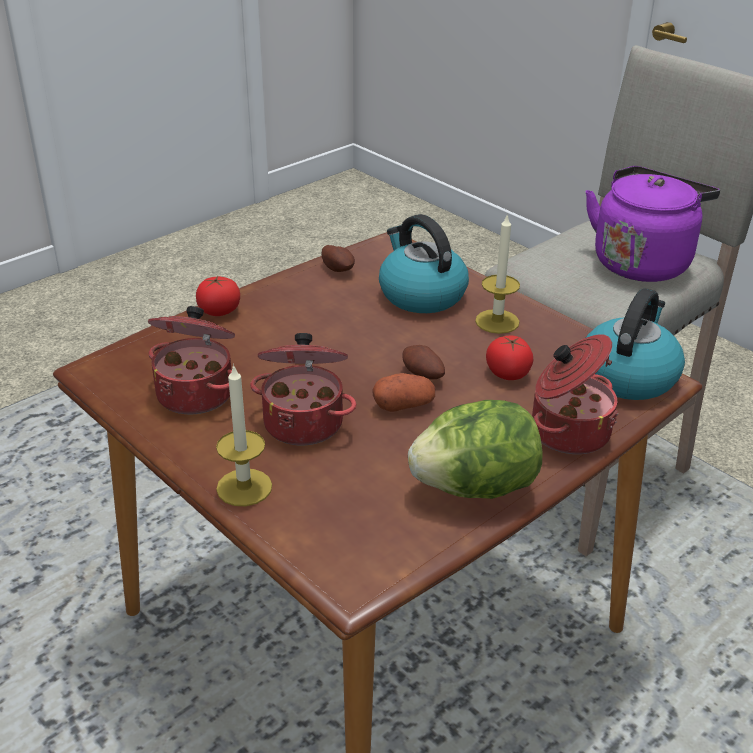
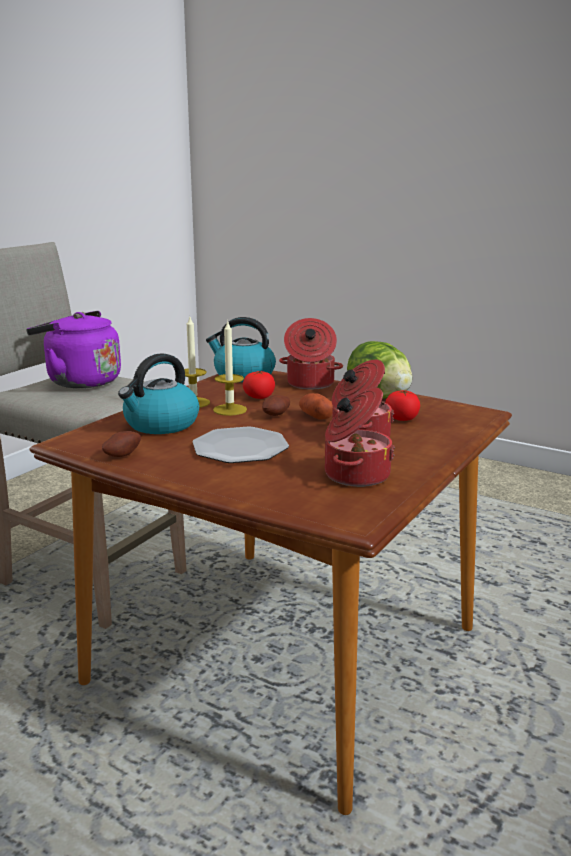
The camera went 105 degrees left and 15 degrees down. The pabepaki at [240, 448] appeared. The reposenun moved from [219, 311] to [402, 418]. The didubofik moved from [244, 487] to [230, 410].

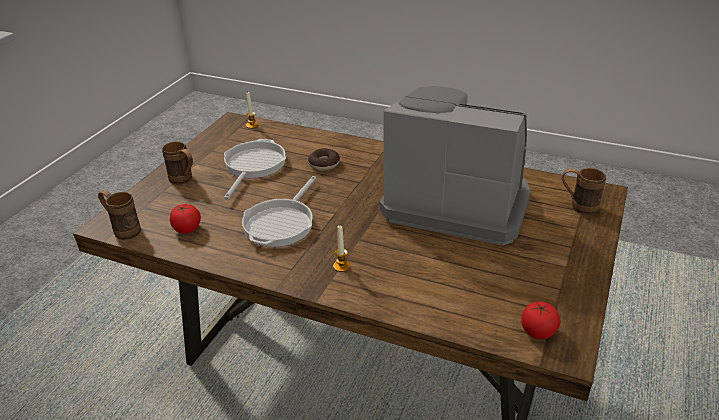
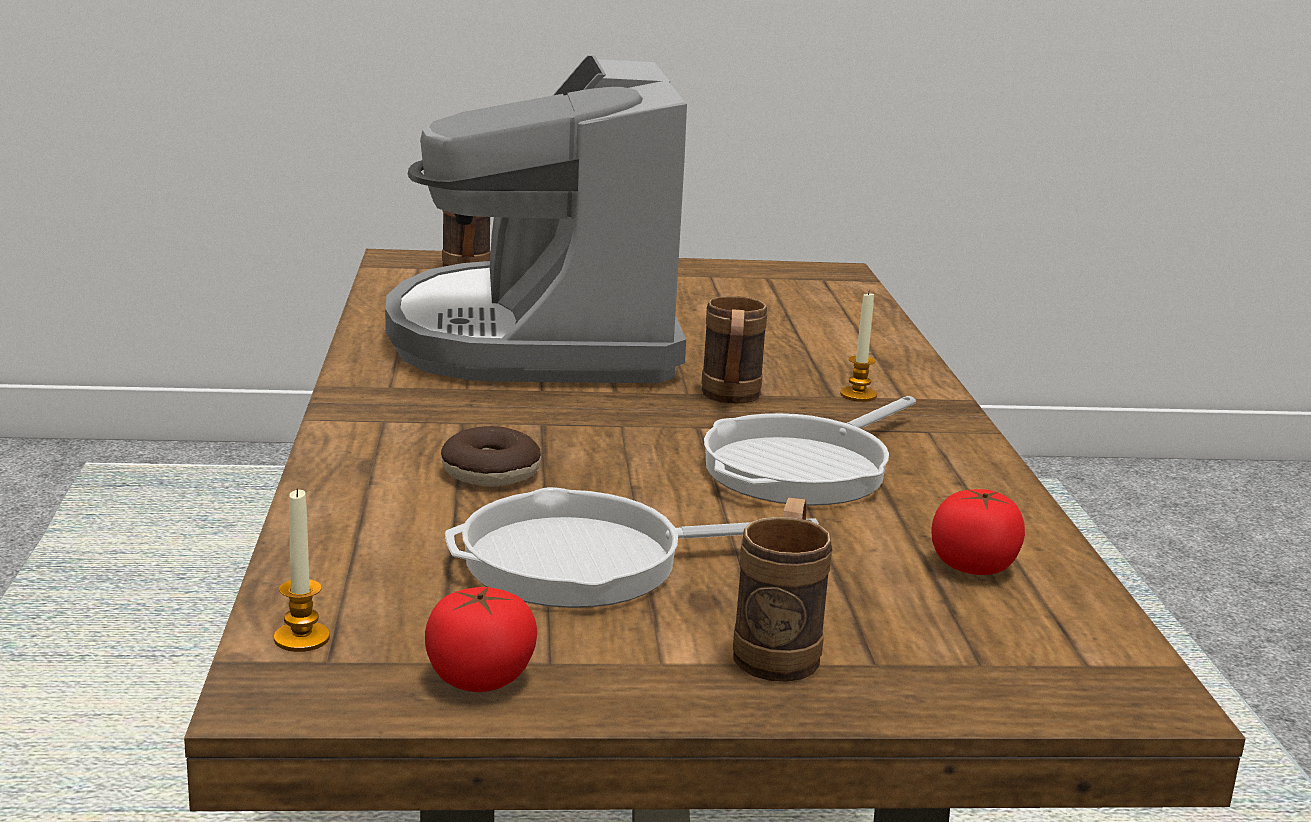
The camera went 120 degrees left and 15 degrees down. The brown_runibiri moved from [123, 230] to [730, 399]. The reposenun moved from [538, 331] to [479, 679]. The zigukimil at [281, 223] turned 135 degrees clockwise.

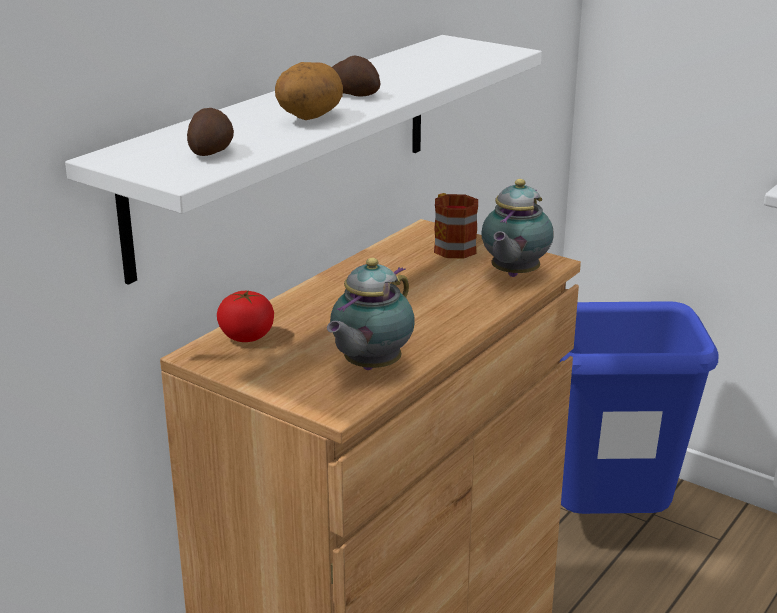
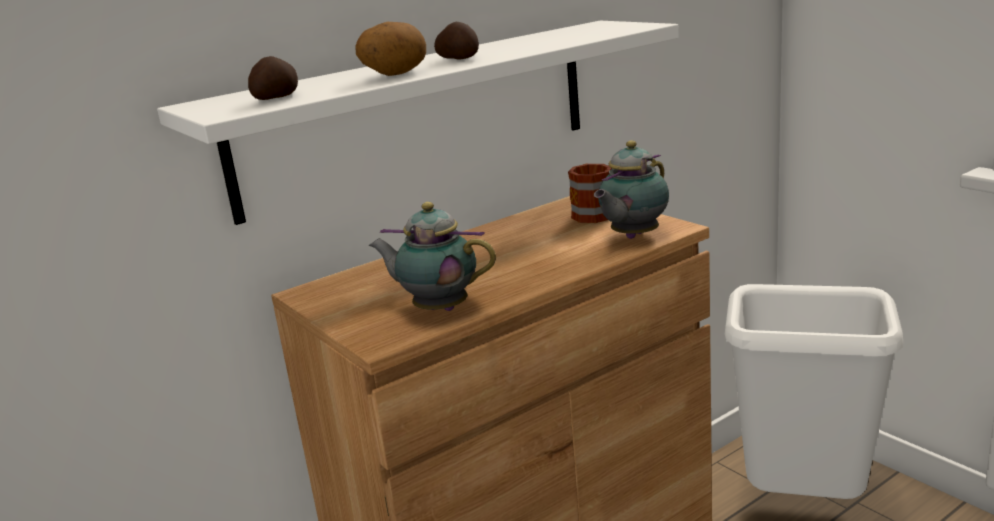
The camera went 20 degrees right and 5 degrees down. The reposenun at [246, 336] disappeared. The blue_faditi at [607, 524] became the white_faditi at [805, 507]. The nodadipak at [369, 367] turned 60 degrees clockwise.

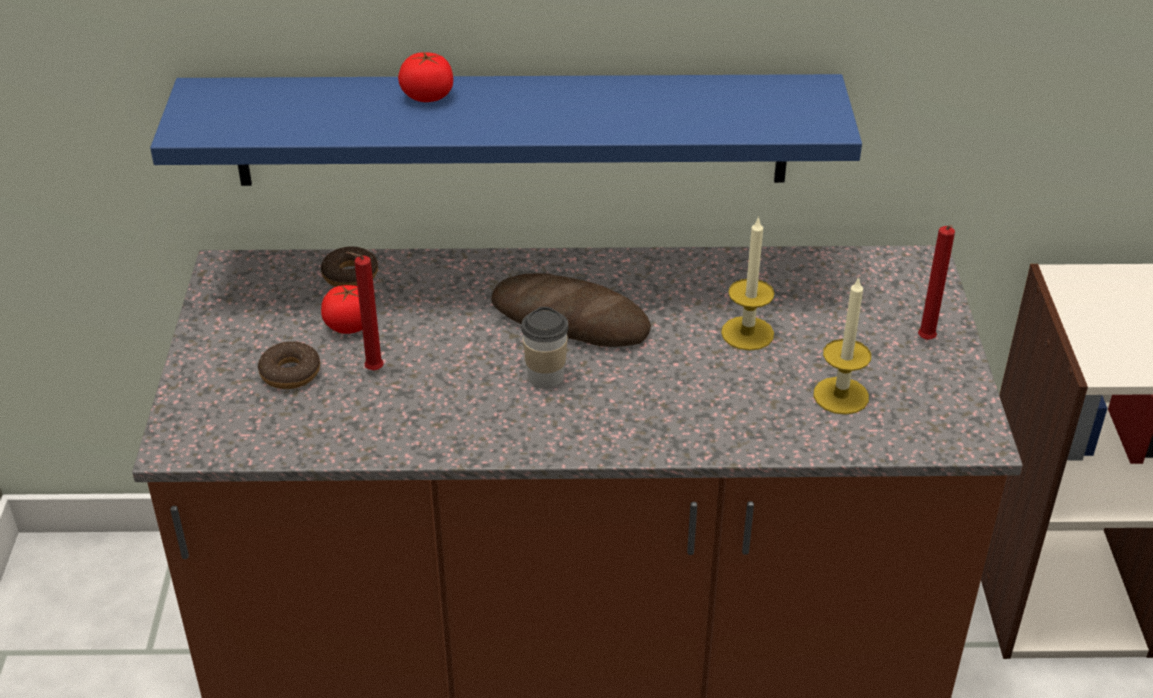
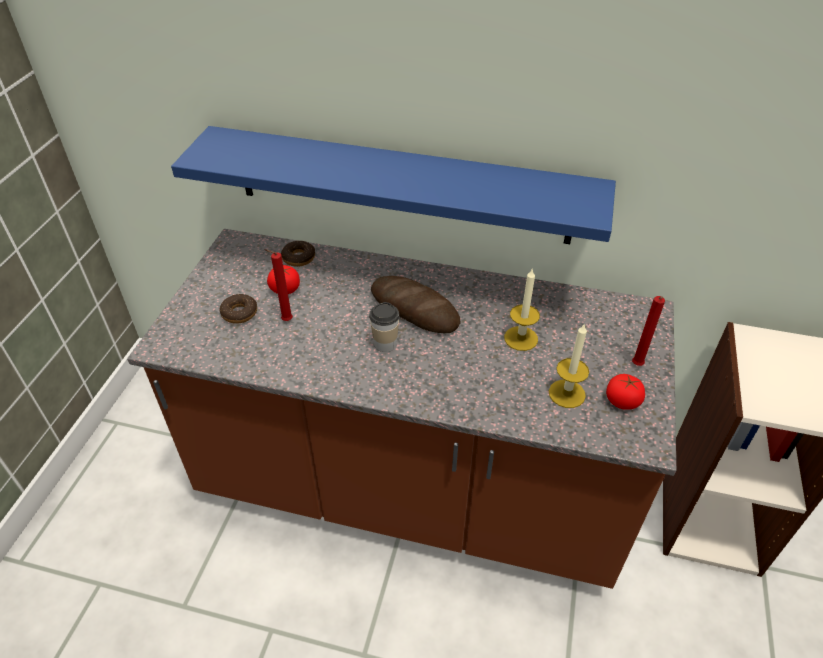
The camera went 15 degrees right and 5 degrees up. The reposenun moved from [427, 96] to [622, 401].

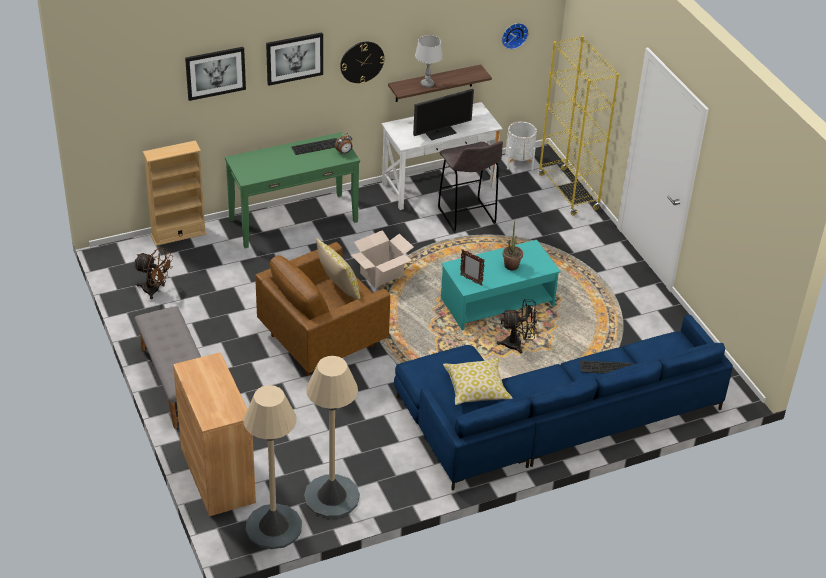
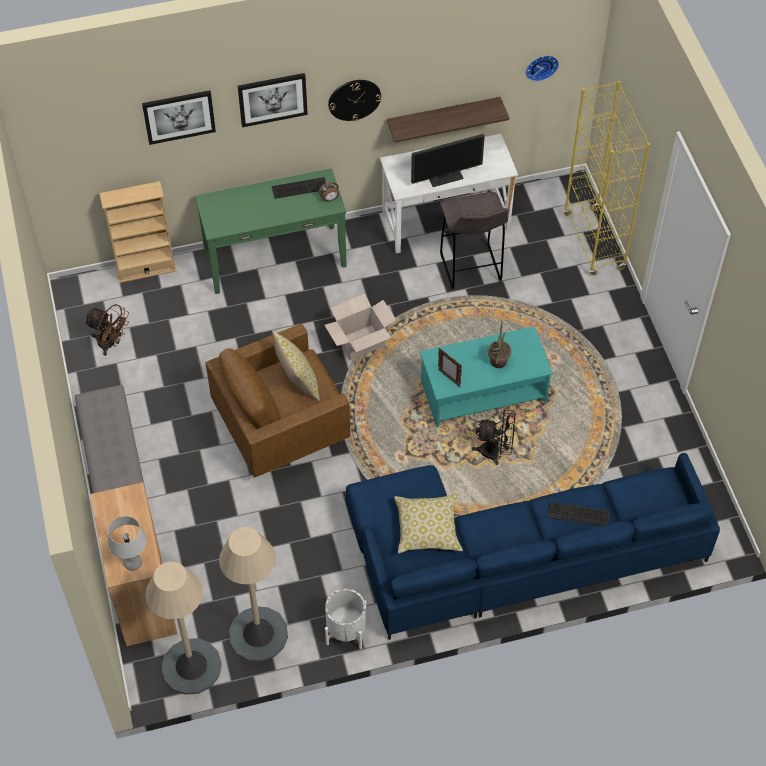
The camera went 10 degrees right and 15 degrees up. The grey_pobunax moved from [427, 84] to [133, 563]. The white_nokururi moved from [519, 162] to [346, 630].

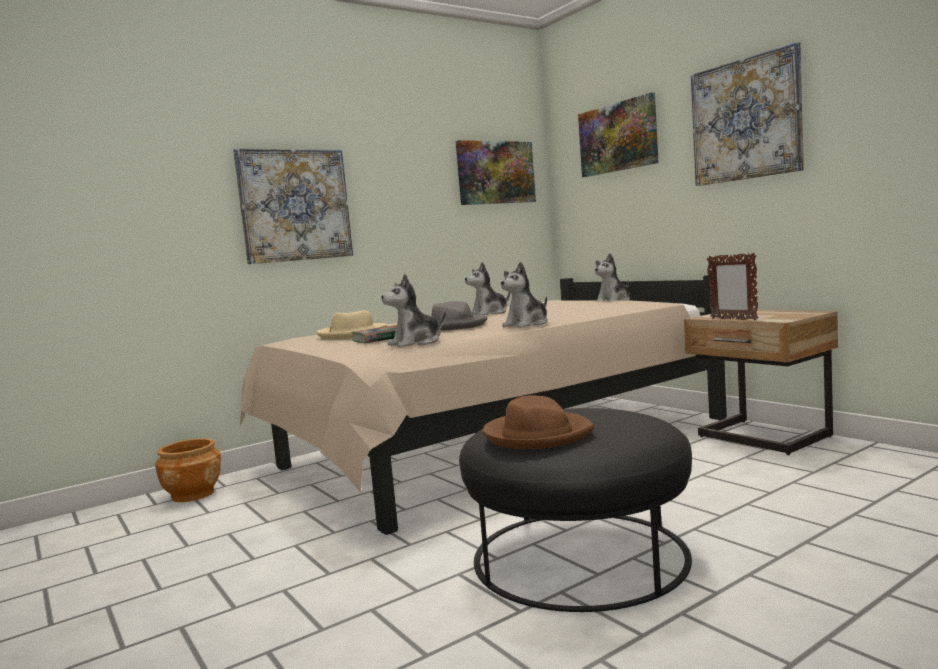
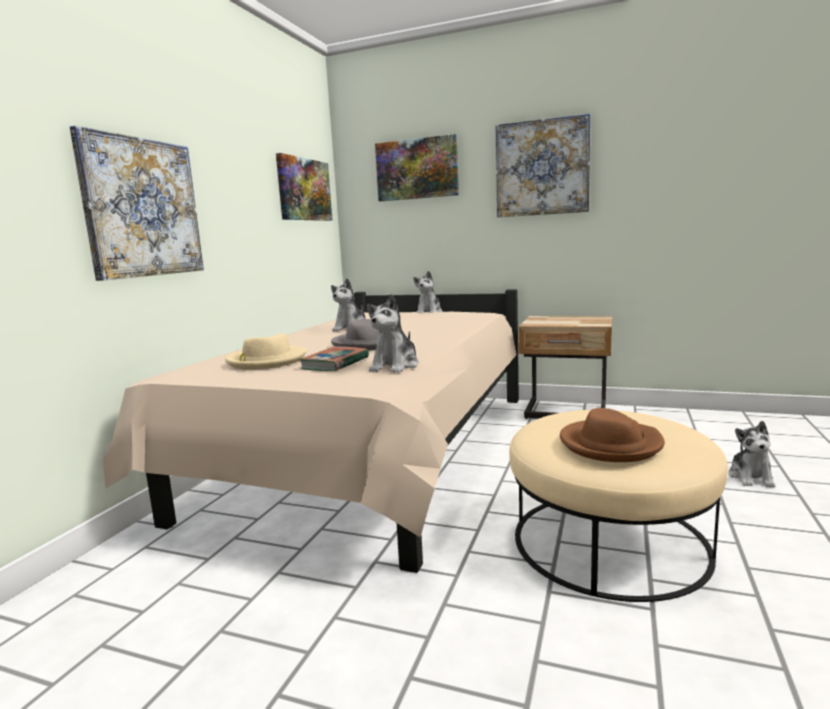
The camera went 35 degrees left and 5 degrees up. The brown_nokururi at [192, 495] disappeared. The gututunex at [733, 319] disappeared. The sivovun moved from [527, 324] to [751, 477]. The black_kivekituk at [579, 555] became the beige_kivekituk at [609, 541].

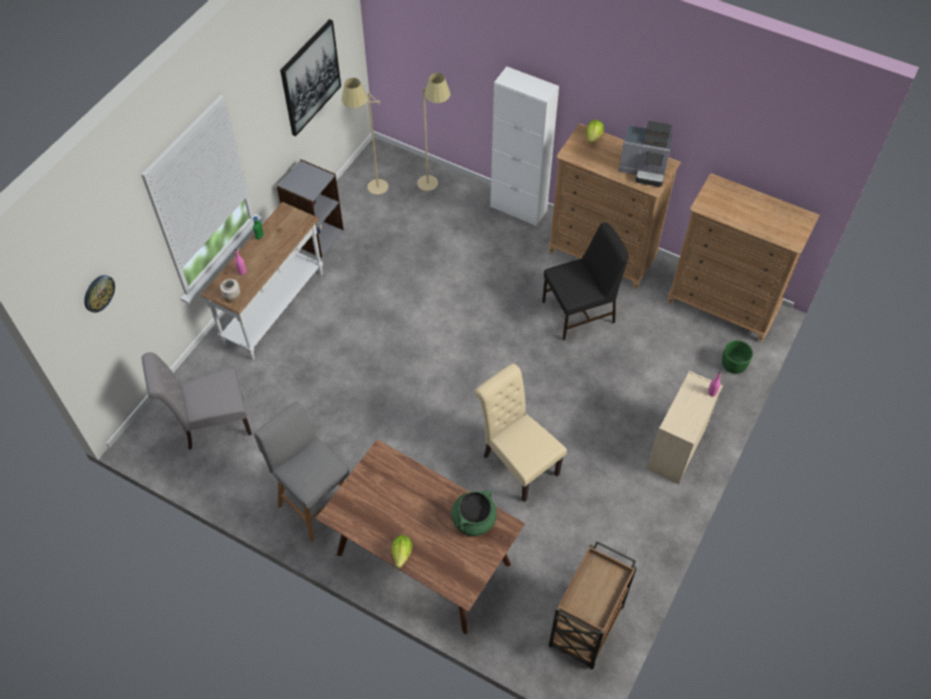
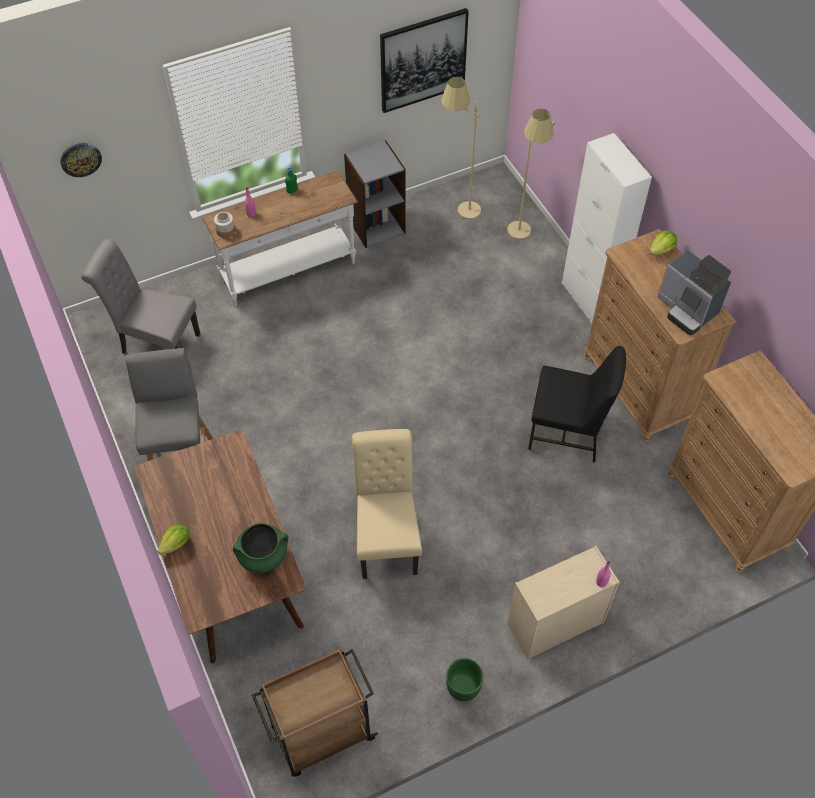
The camera went 35 degrees right and 0 degrees up. The green_nokururi moved from [733, 365] to [463, 687].

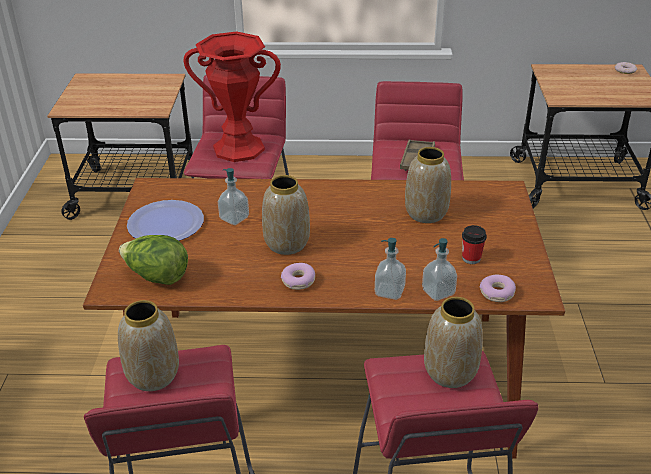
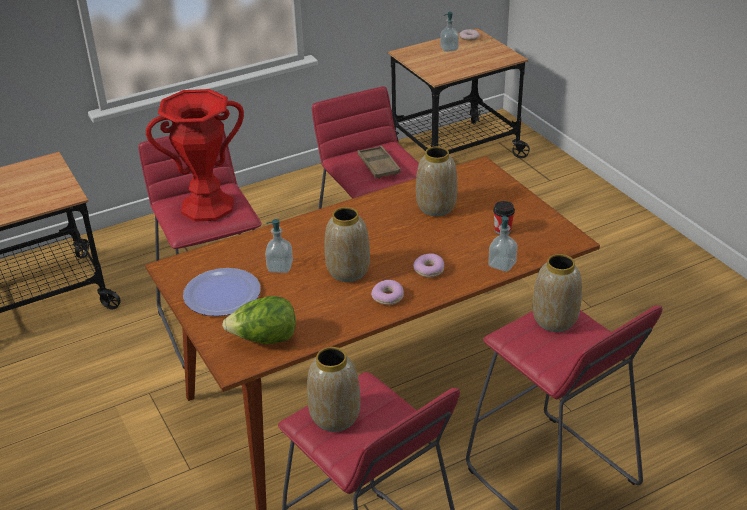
The camera went 30 degrees left and 0 degrees up. The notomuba moved from [389, 291] to [449, 48]. The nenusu moved from [497, 293] to [429, 270].

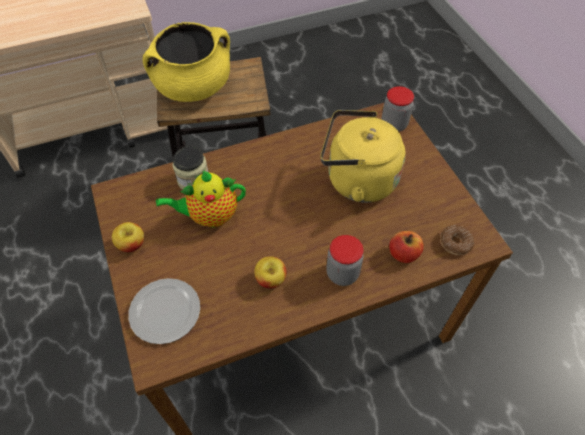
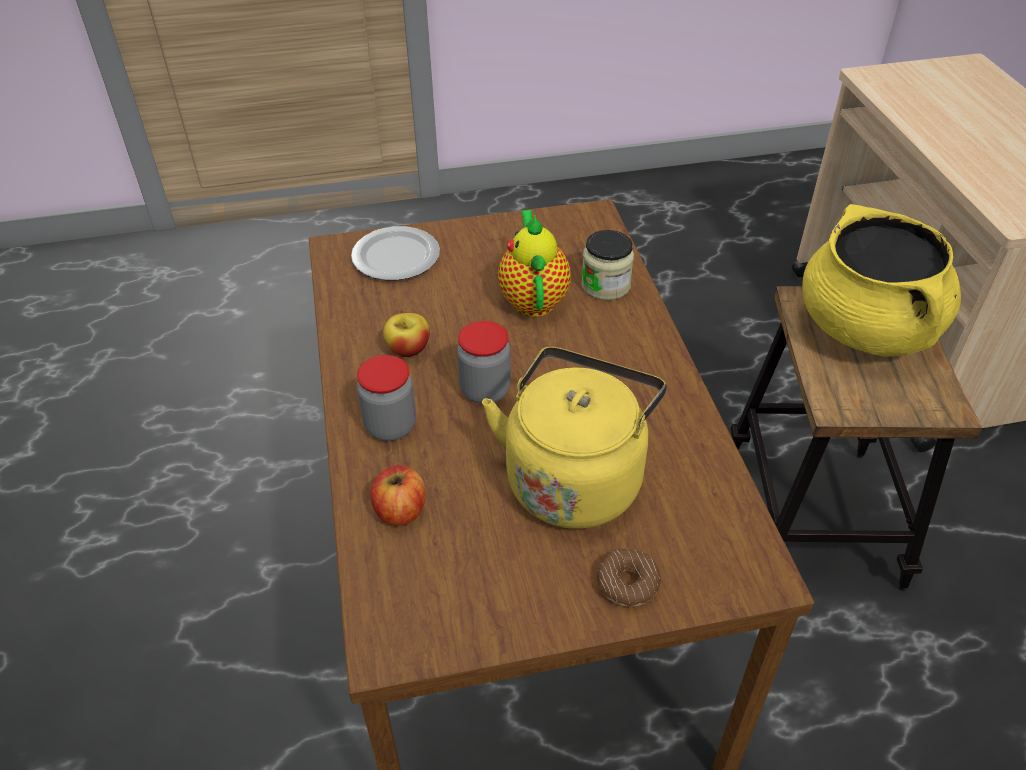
The camera went 100 degrees right and 10 degrees down. The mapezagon at [131, 244] disappeared. The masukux moved from [394, 124] to [485, 390]. The nenusu moved from [455, 243] to [627, 583].

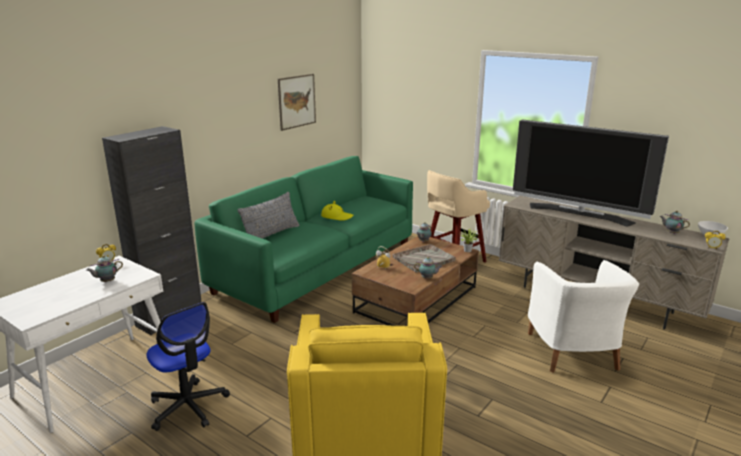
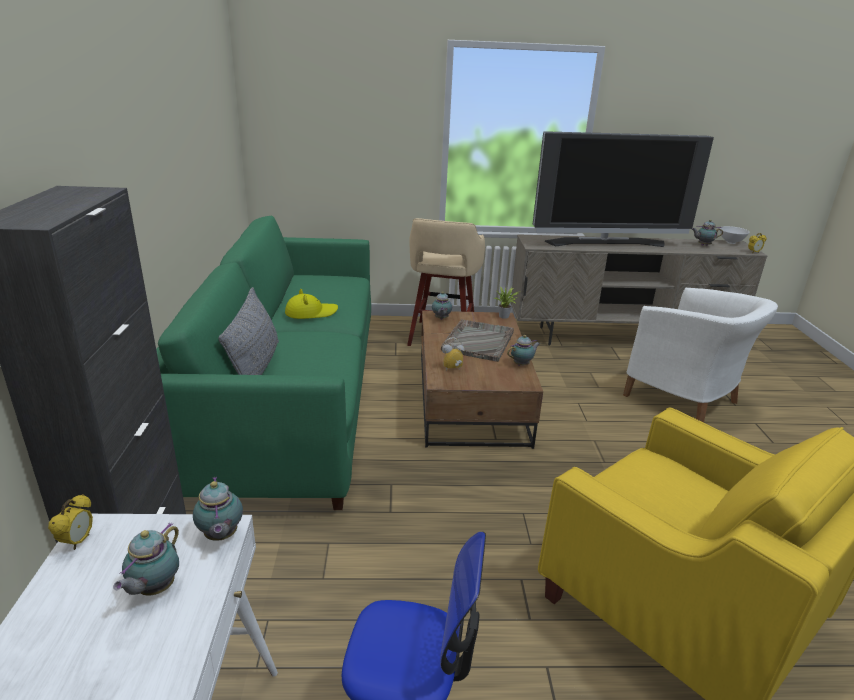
The camera went 40 degrees left and 5 degrees up. The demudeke at [297, 101] disappeared. The nodadipak at [221, 536] appeared.

